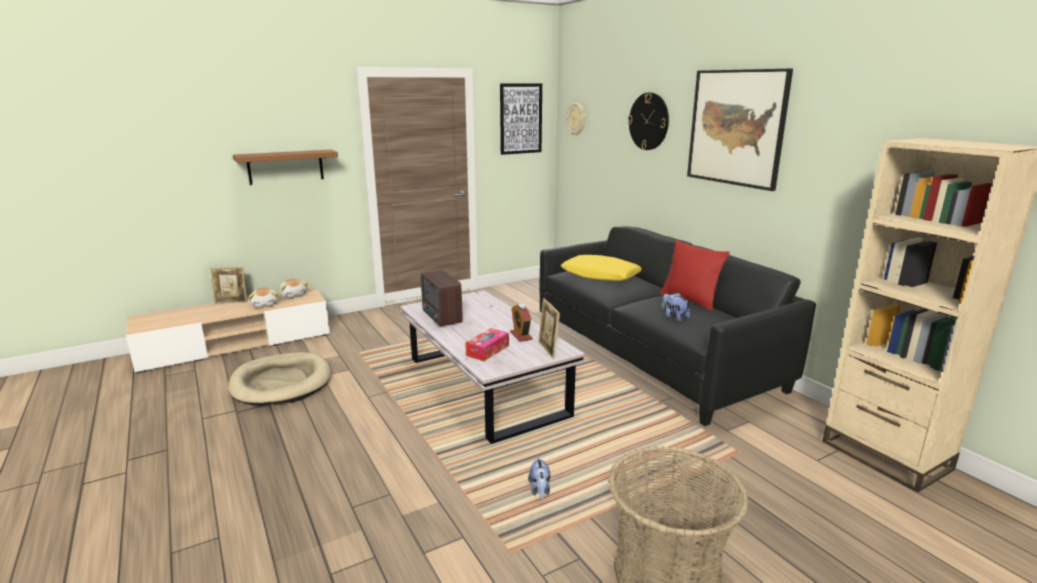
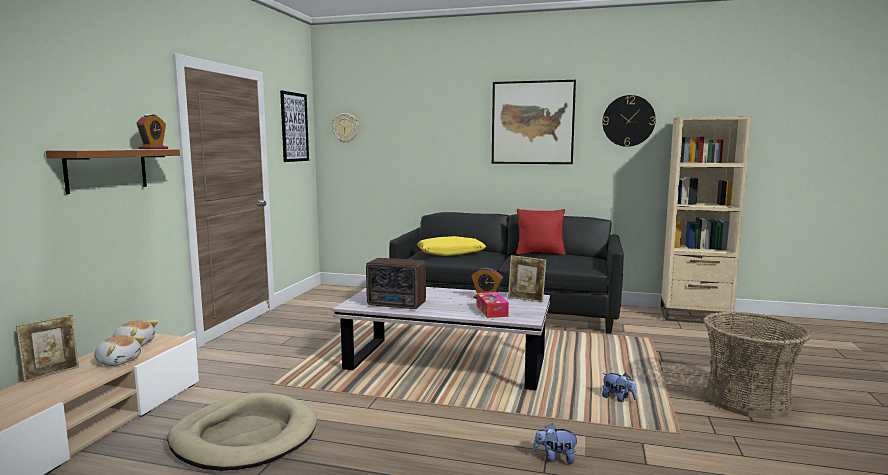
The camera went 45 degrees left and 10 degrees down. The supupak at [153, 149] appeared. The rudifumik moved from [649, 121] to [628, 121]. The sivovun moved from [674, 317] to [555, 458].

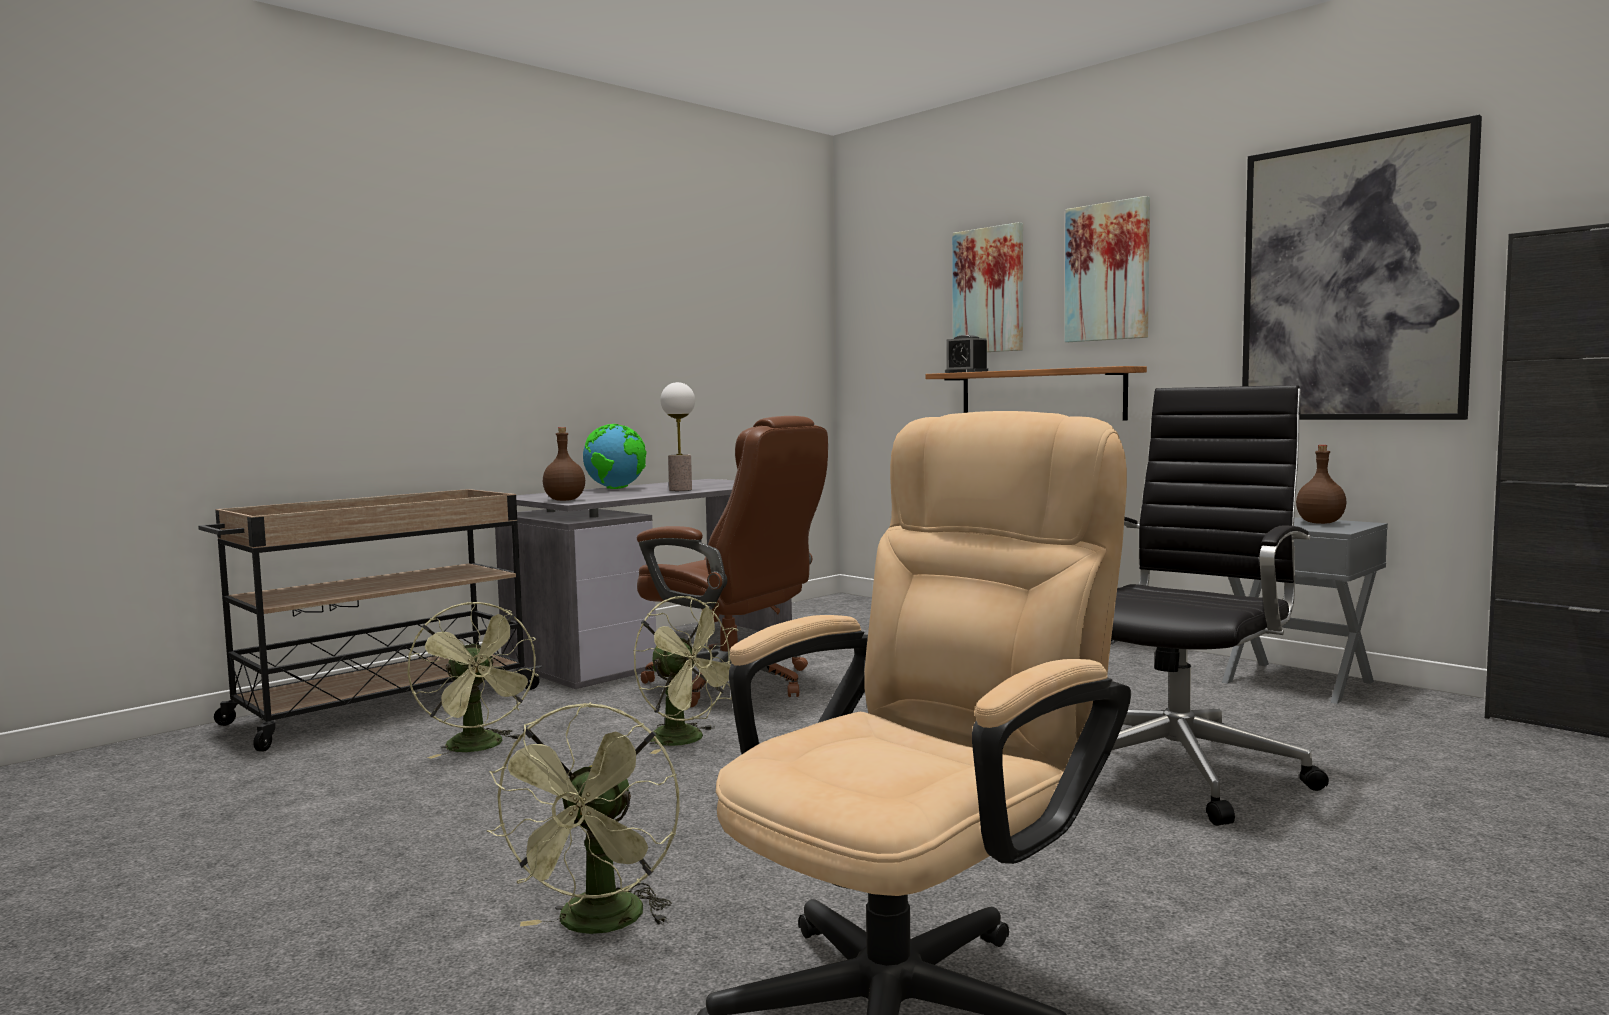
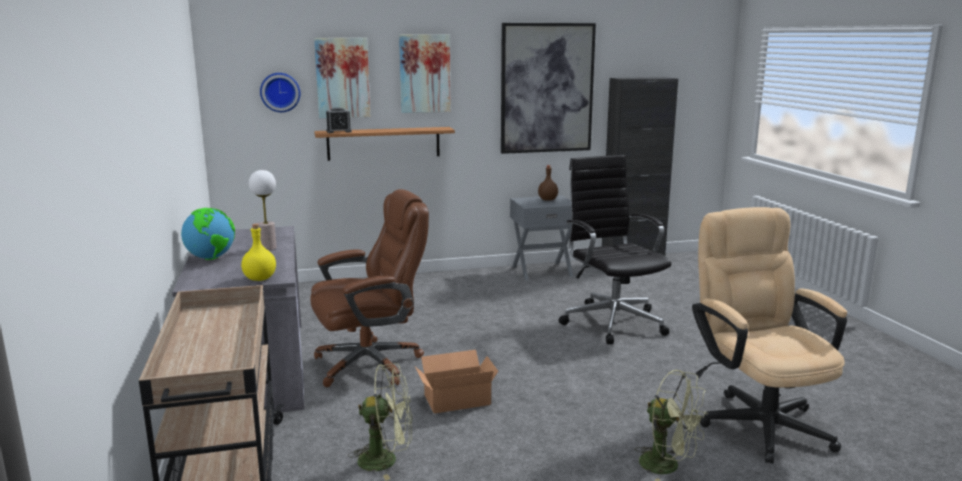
The camera went 60 degrees left and 10 degrees up. The rudifumik at [280, 92] appeared. The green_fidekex at [686, 740] was replaced by the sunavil at [455, 398]. The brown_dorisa at [565, 500] became the yellow_dorisa at [260, 279].

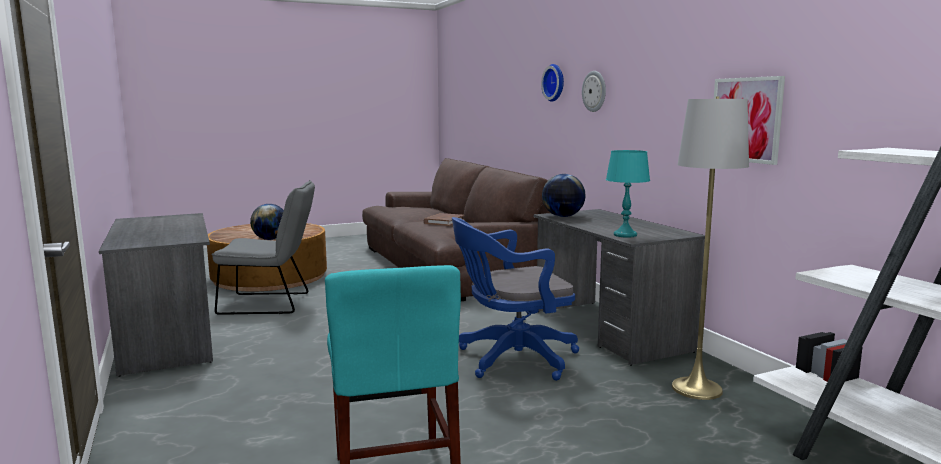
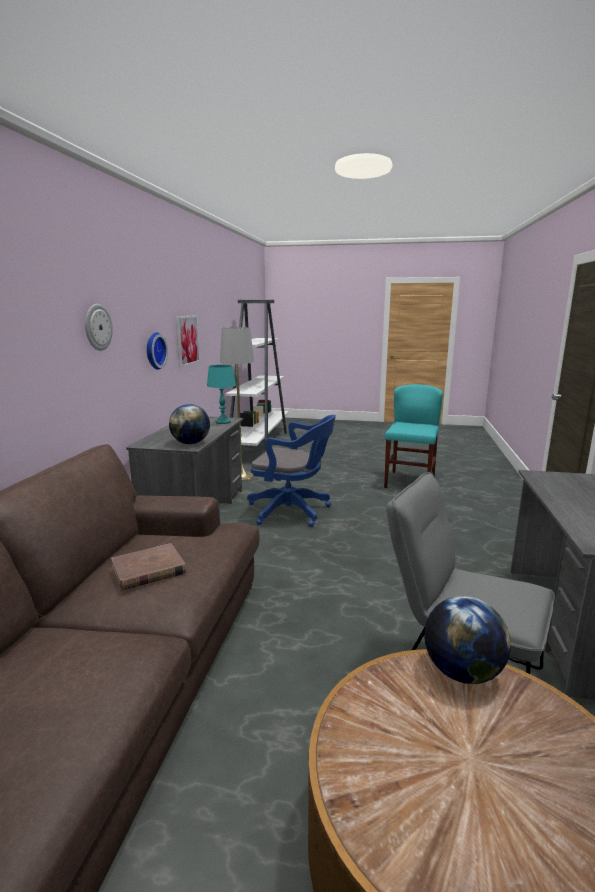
The camera went 145 degrees left and 5 degrees up. The rudifumik moved from [555, 82] to [154, 351].

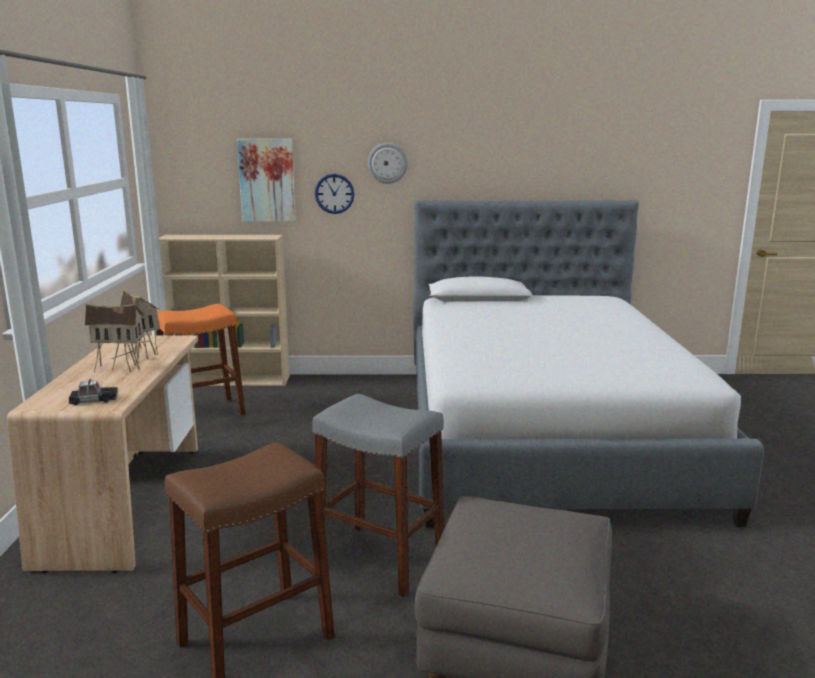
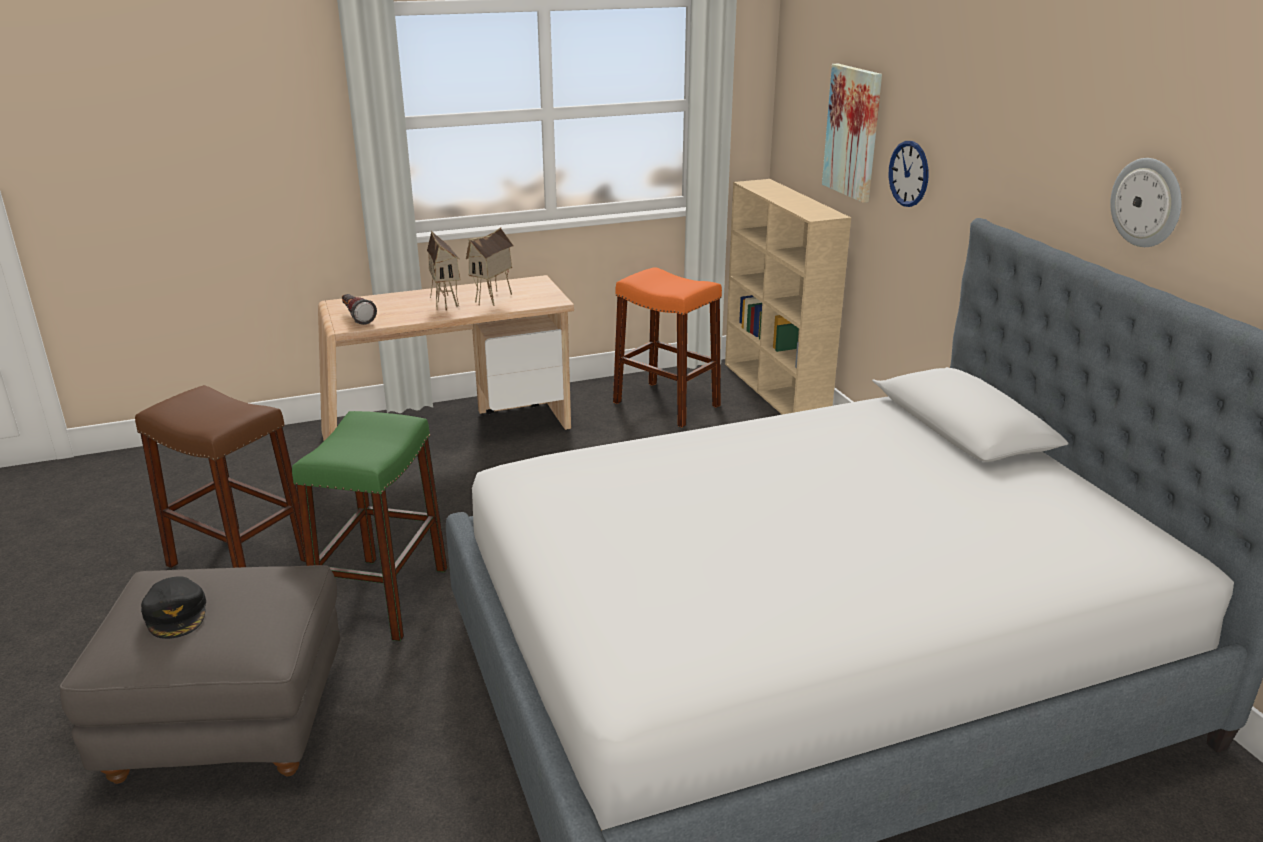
The camera went 70 degrees right and 10 degrees up. The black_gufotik at [176, 614] appeared. The rudifumik moved from [387, 163] to [1147, 202]. The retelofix at [94, 400] was replaced by the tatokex at [356, 317]. The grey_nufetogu at [380, 559] became the green_nufetogu at [383, 597].

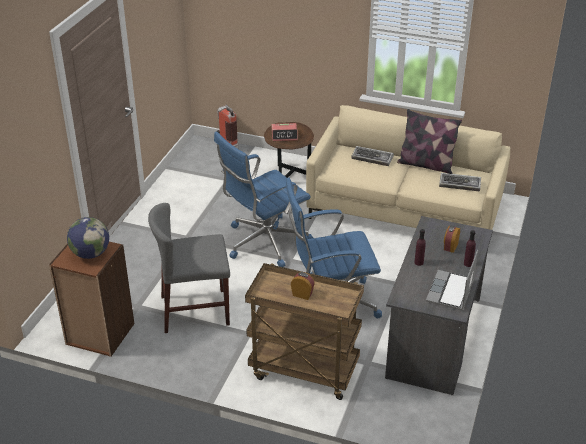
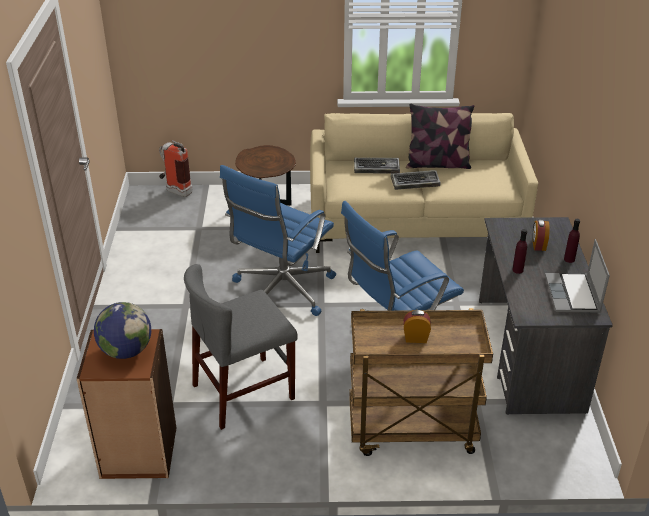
The camera went 20 degrees left and 0 degrees up. The supupak at [284, 135] disappeared. The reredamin moved from [460, 184] to [415, 182].

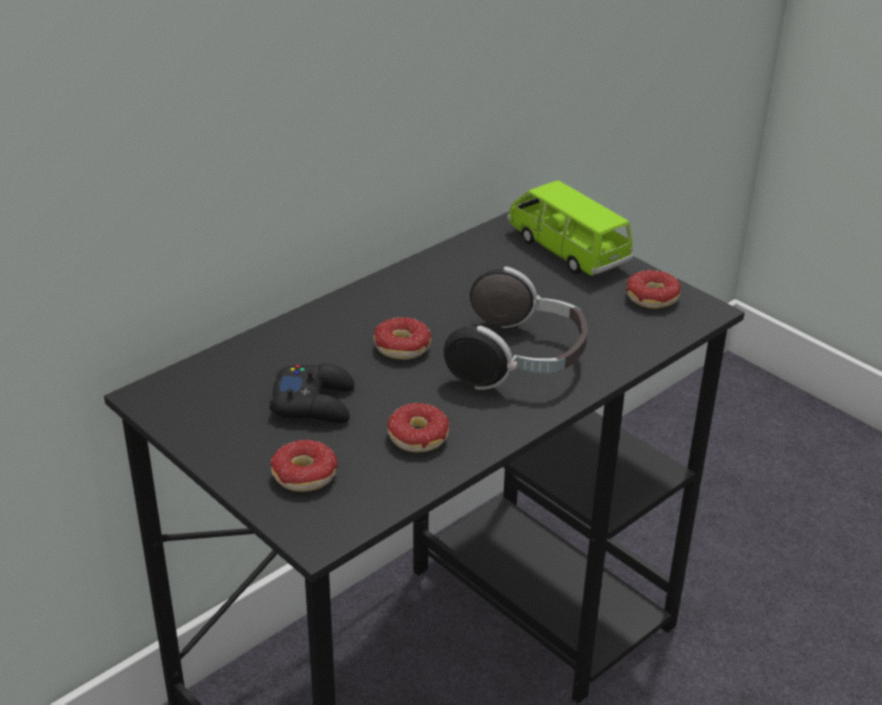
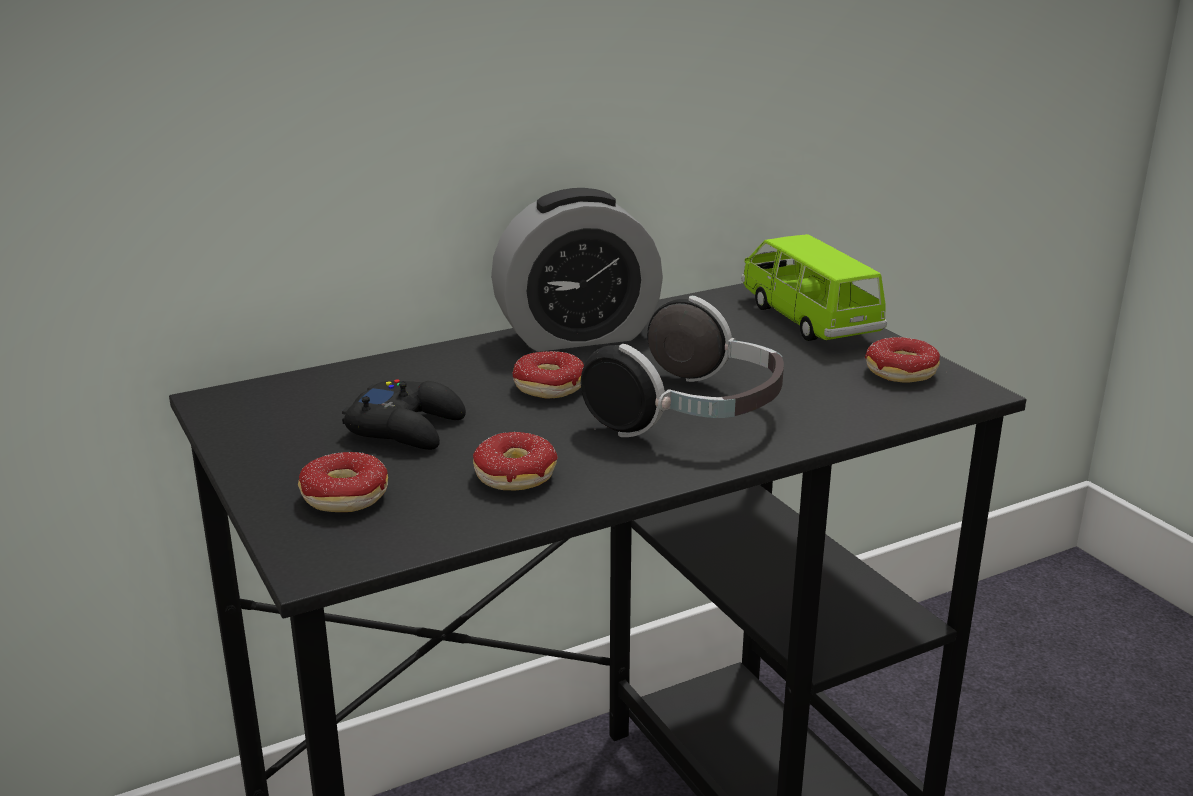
The camera went 15 degrees right and 10 degrees down. The supupak at [577, 335] appeared.

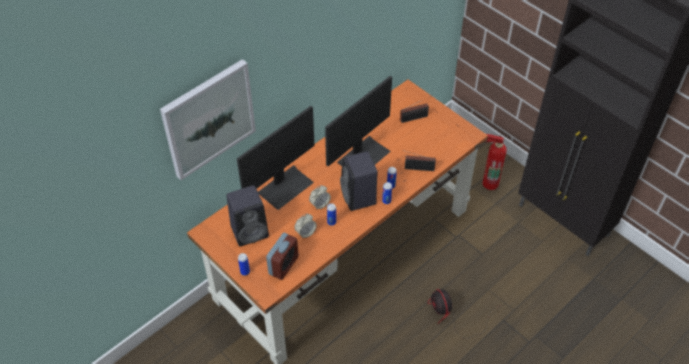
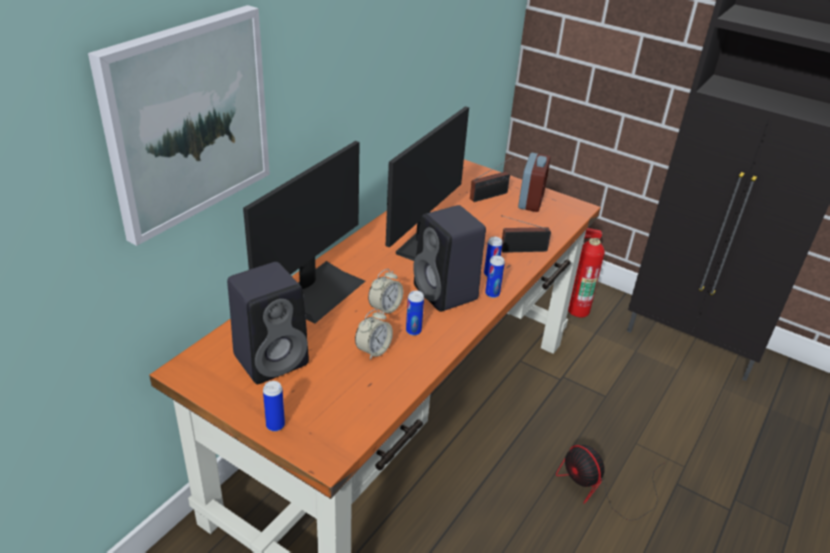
The camera went 15 degrees left and 15 degrees down. The supupak moved from [283, 265] to [531, 201].

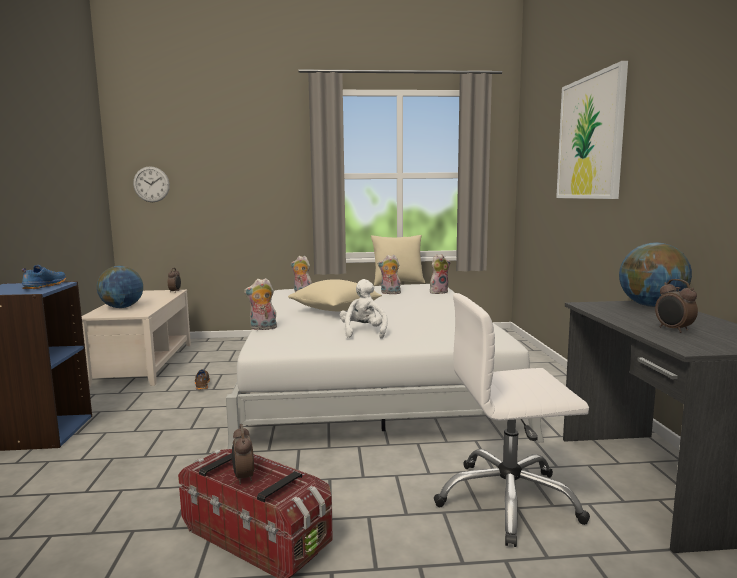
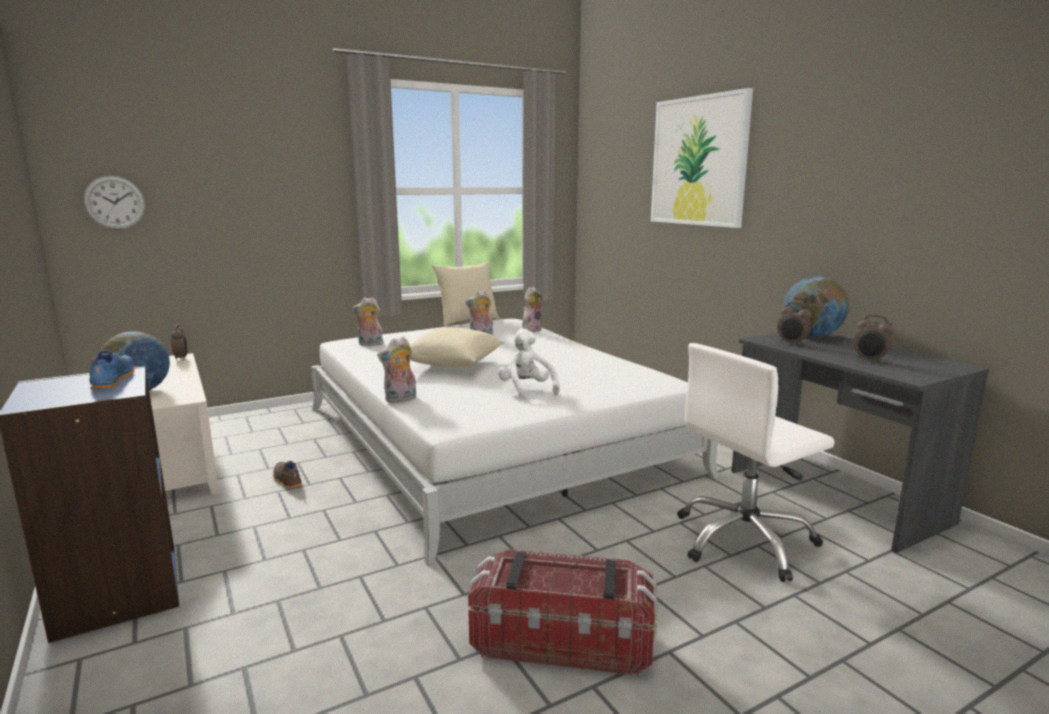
The camera went 25 degrees left and 5 degrees up. The supupak moved from [243, 478] to [791, 343].

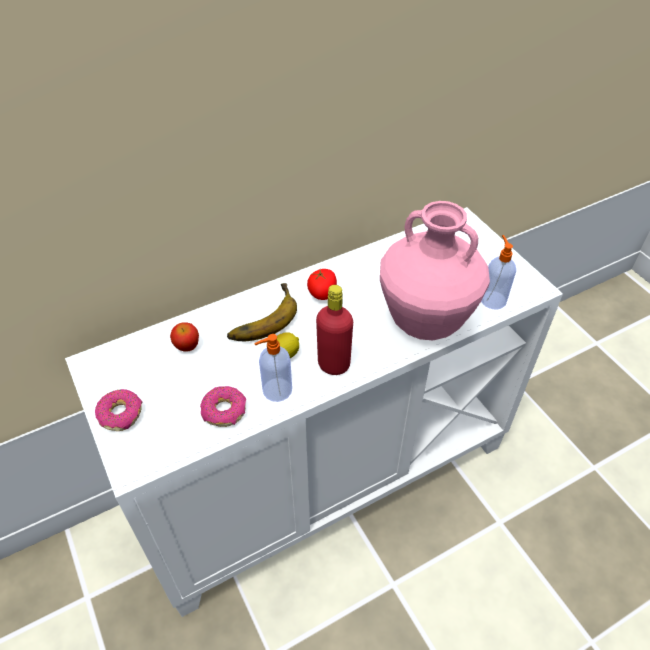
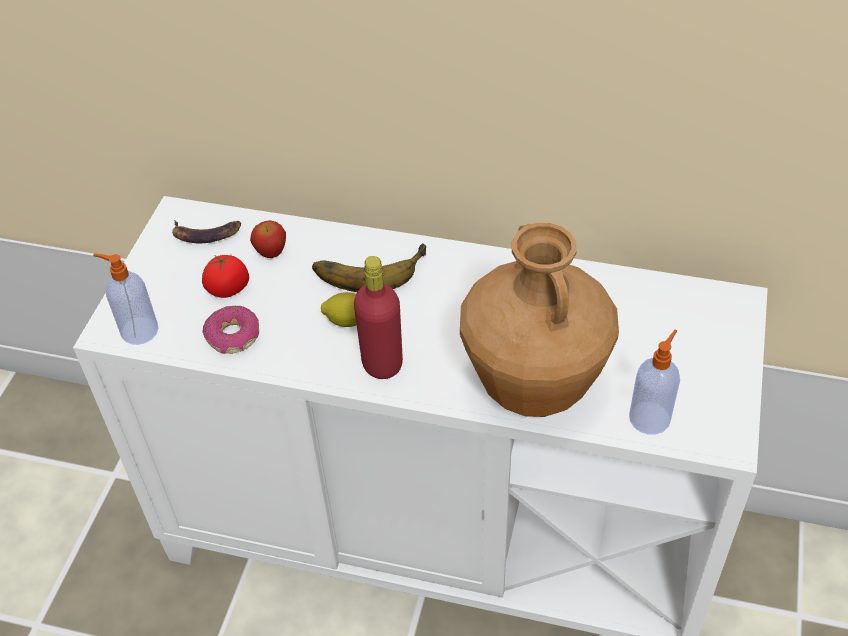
The camera went 45 degrees right and 0 degrees up. The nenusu at [121, 414] disappeared. The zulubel at [206, 234] appeared. The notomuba moved from [276, 390] to [138, 330]. The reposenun moved from [322, 293] to [228, 288]. The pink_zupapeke at [426, 322] became the brown_zupapeke at [534, 389].

